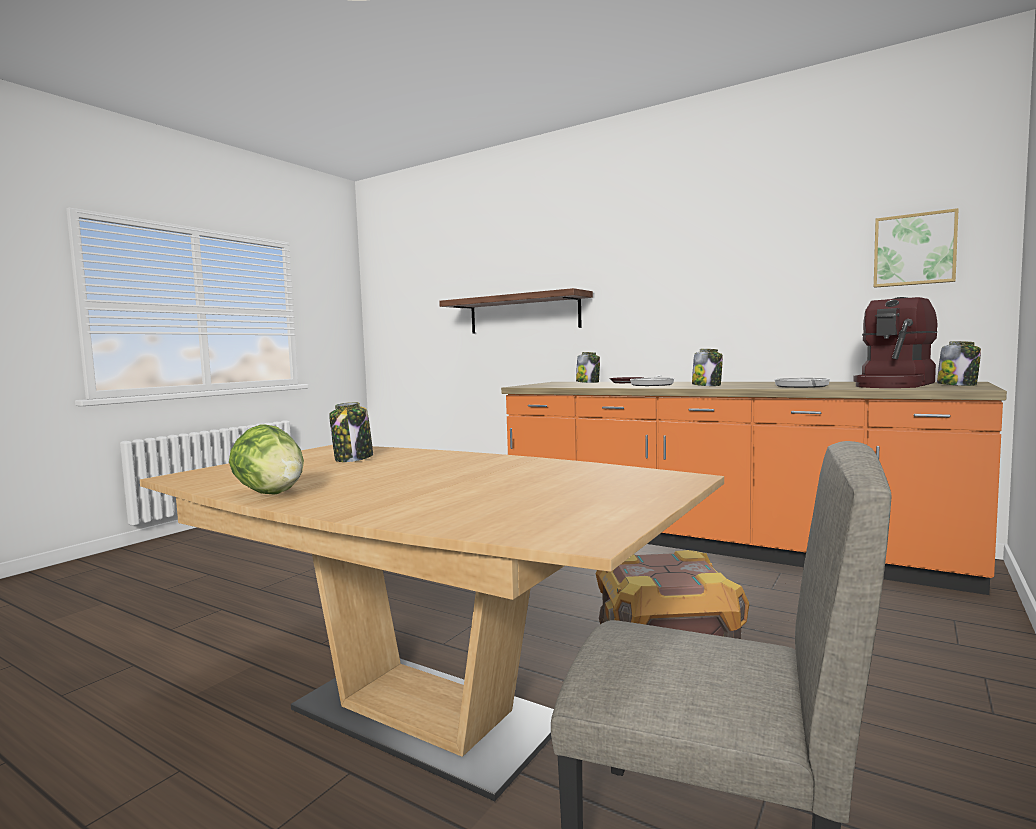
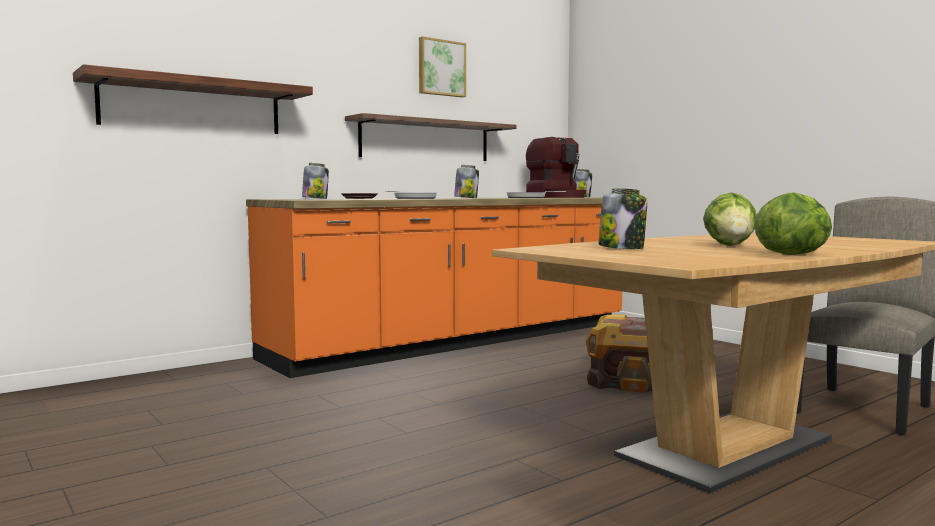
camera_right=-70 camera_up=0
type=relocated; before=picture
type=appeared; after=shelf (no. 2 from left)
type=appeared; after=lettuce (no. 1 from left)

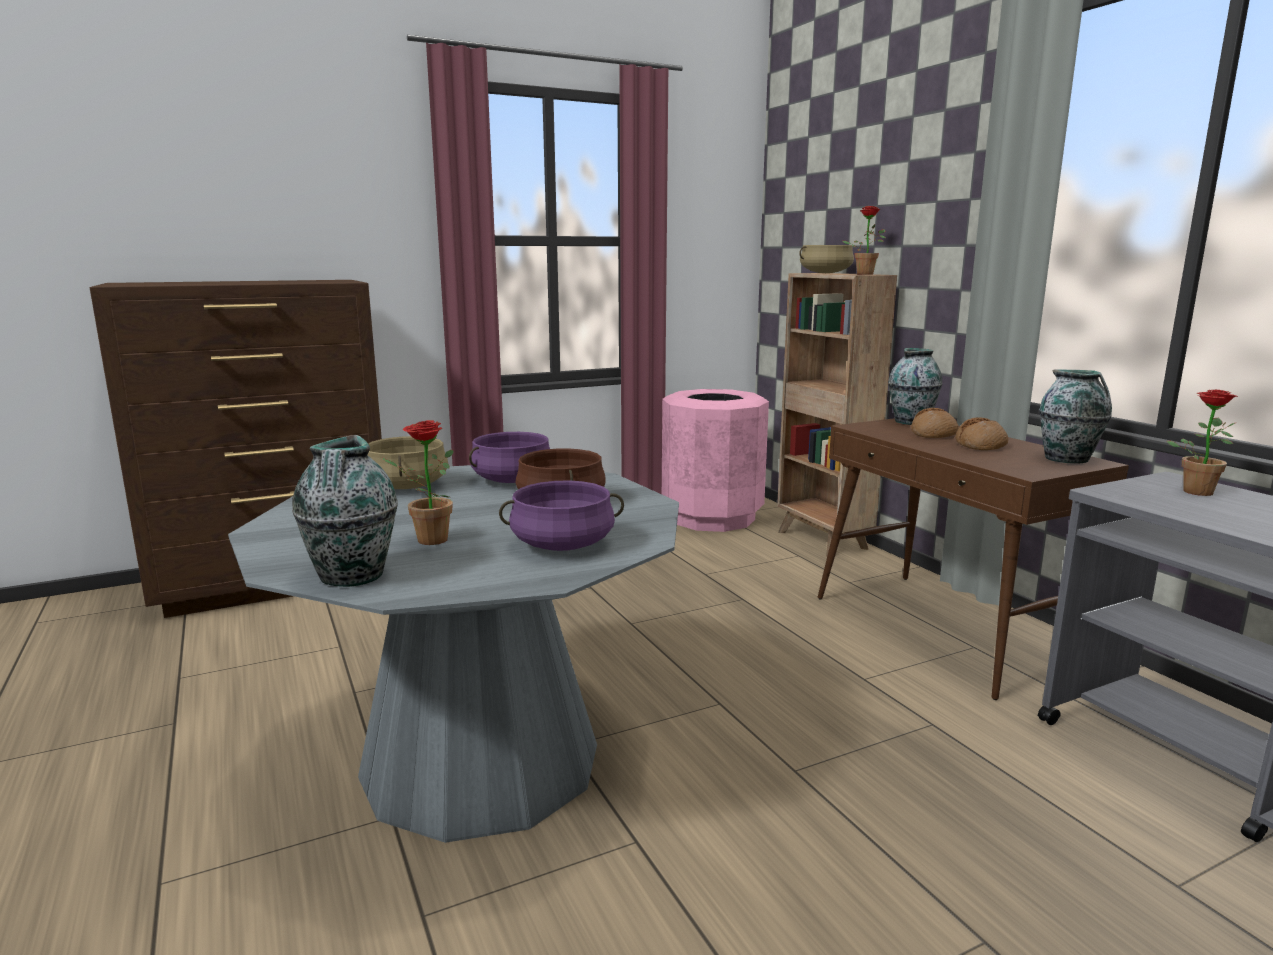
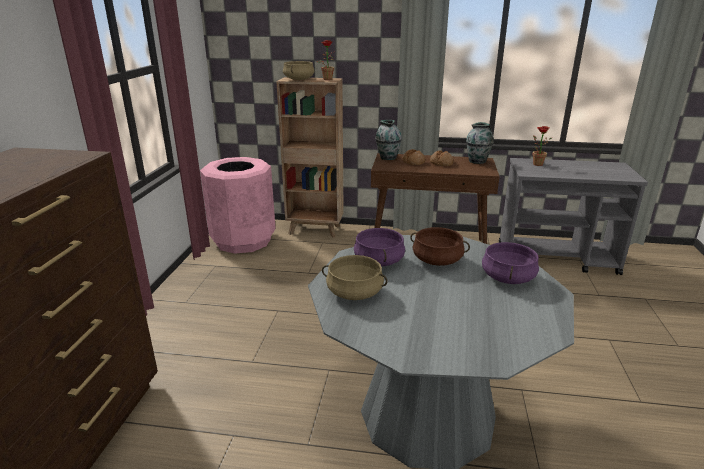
camera_right=-55 camera_up=10
type=missing; before=vase (no. 1 from left)
type=missing; before=potted_plant (no. 1 from left)

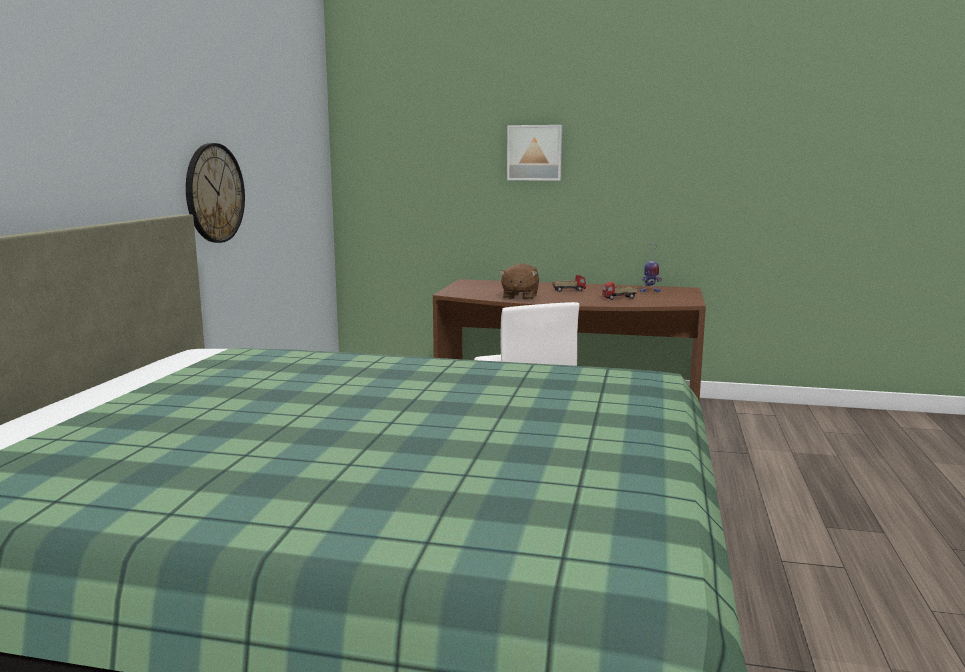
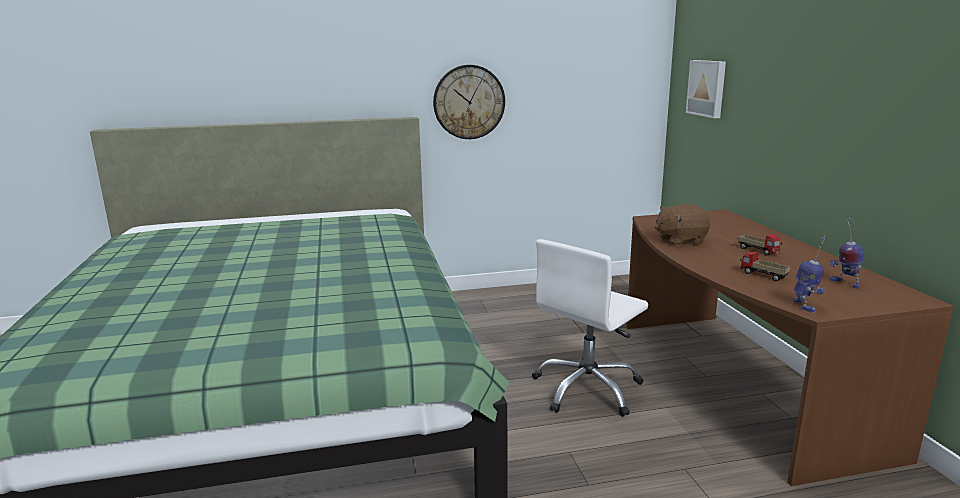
camera_right=65 camera_up=5
type=relocated; before=picture
type=appeared; after=toy_robot (no. 1 from left)

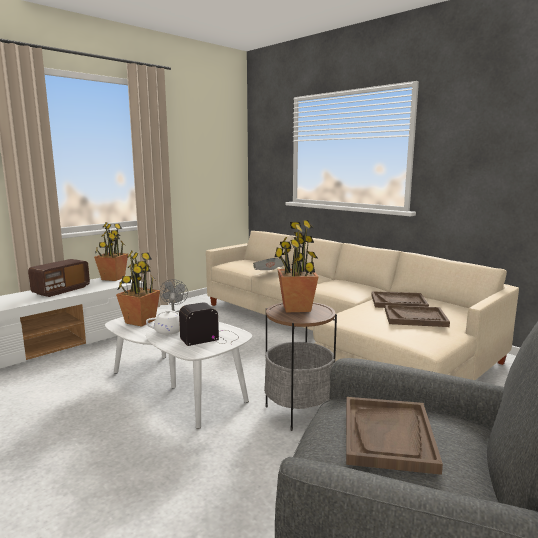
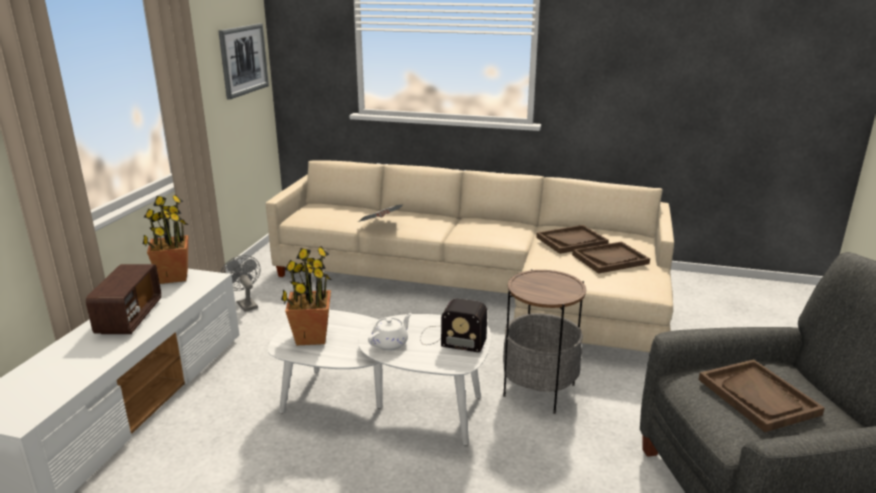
camera_right=-30 camera_up=10
type=spun; before=radio (no. 2 from left); turn=-105
type=missing; before=potted_plant (no. 3 from left)
type=appeared; after=picture

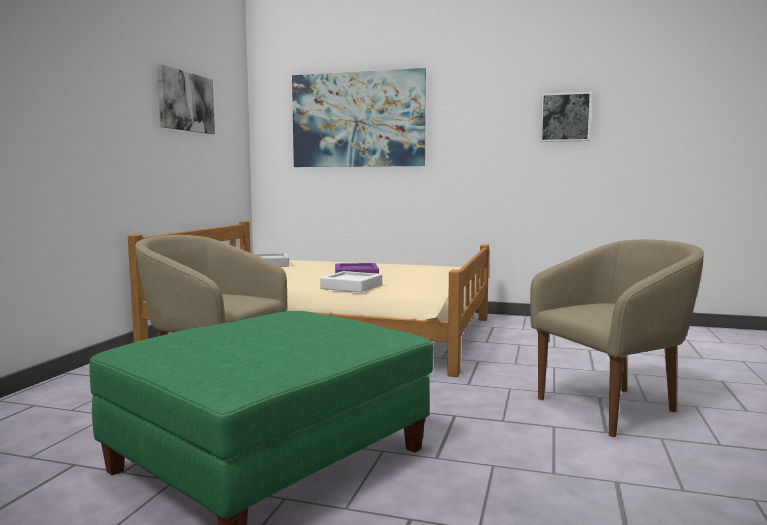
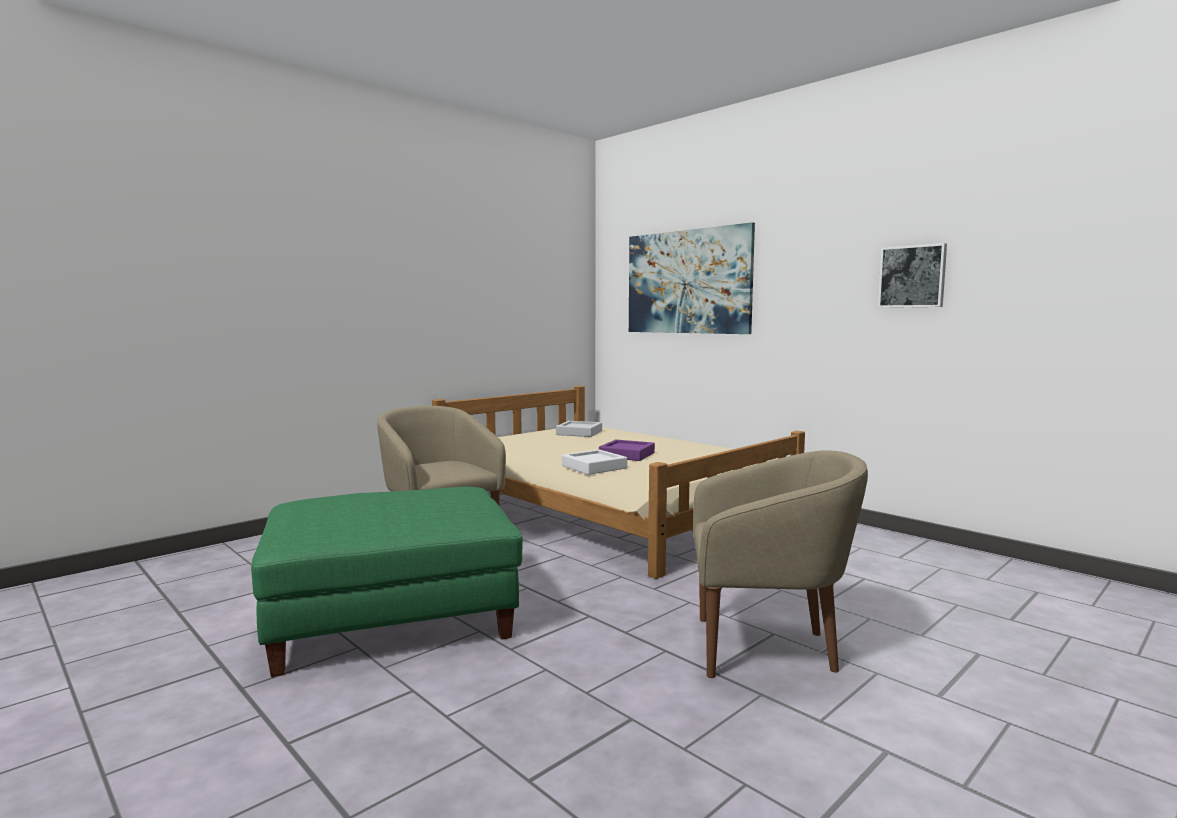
camera_right=30 camera_up=0
type=missing; before=picture (no. 1 from left)

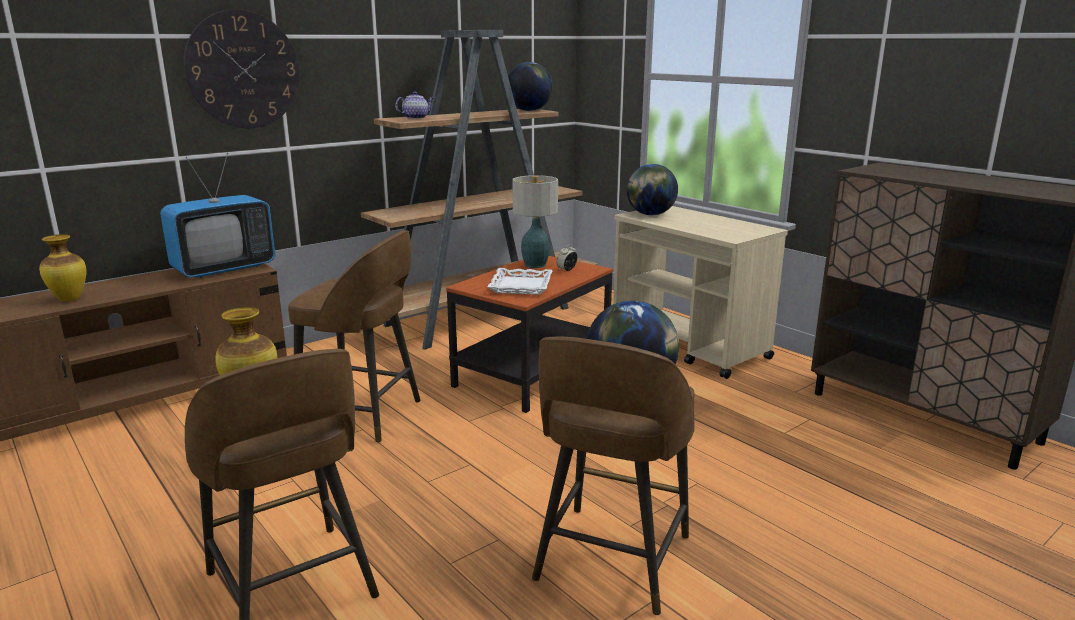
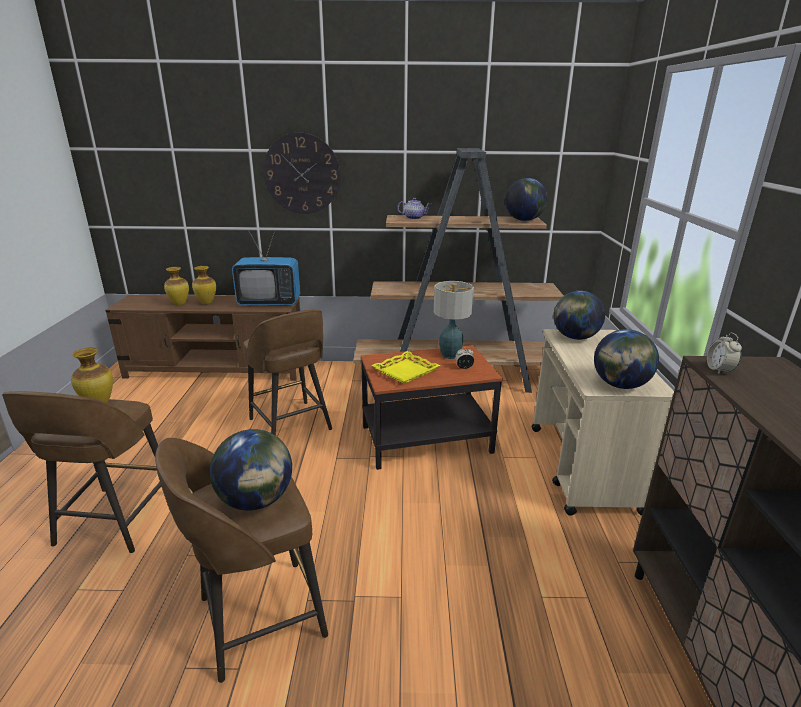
camera_right=40 camera_up=5
type=colour; before=white_tray; after=yellow_tray
type=appeared; after=vase (no. 3 from left)
type=appeared; after=globe (no. 4 from left)
type=appeared; after=alarm_clock (no. 2 from left)

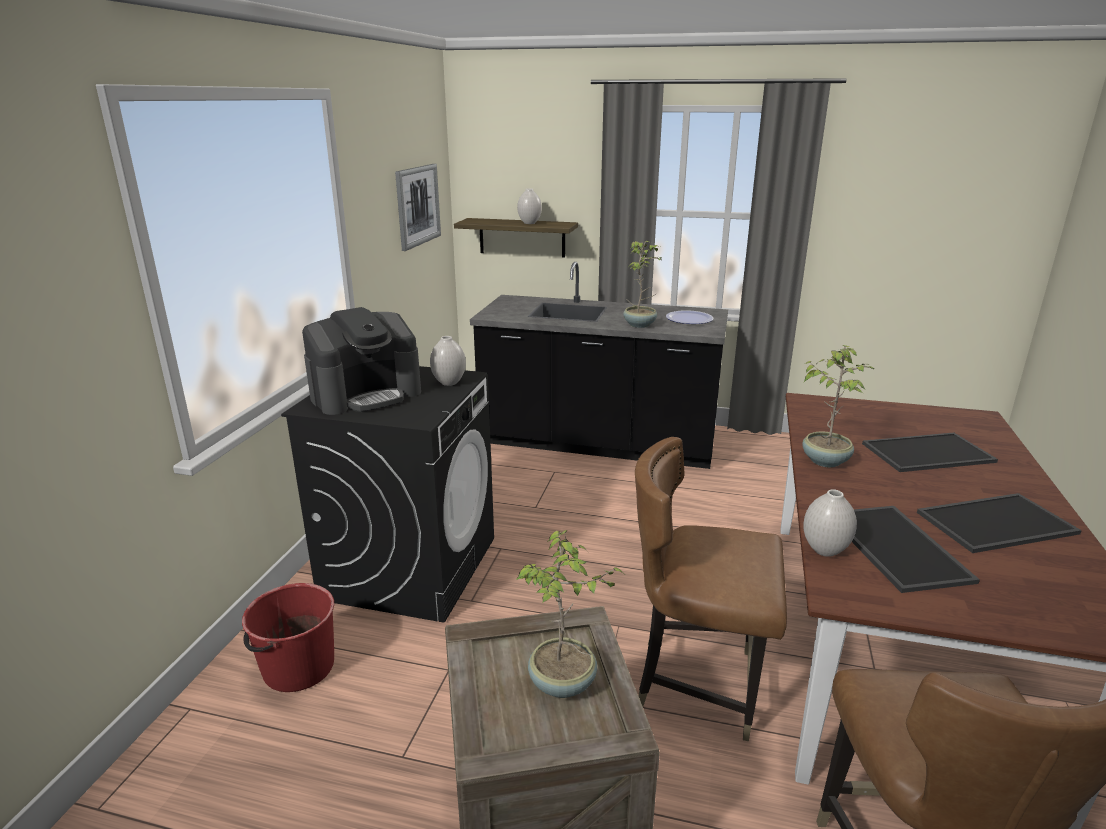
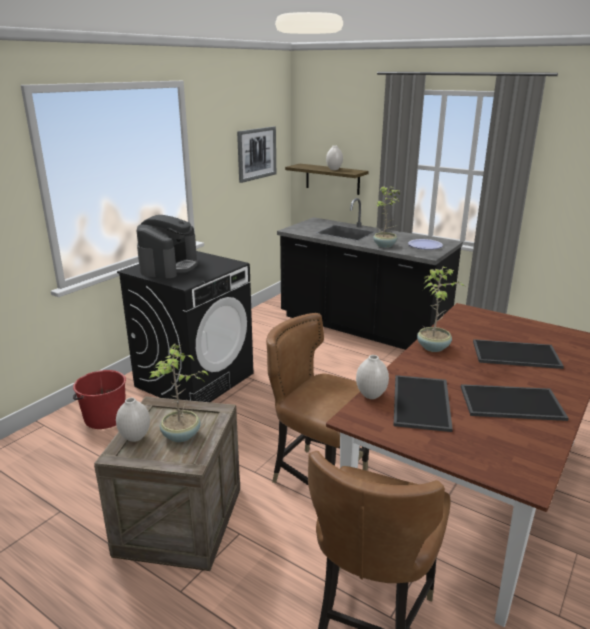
camera_right=20 camera_up=0
type=spun; before=coffee_machine; turn=-60
type=relocated; before=white_vase (no. 1 from left)

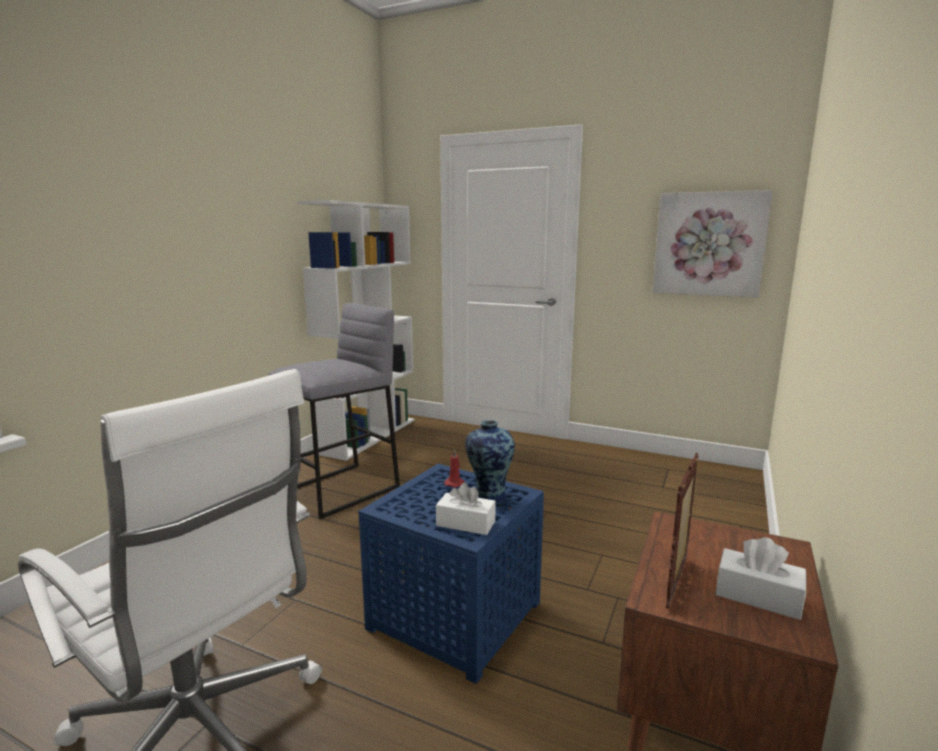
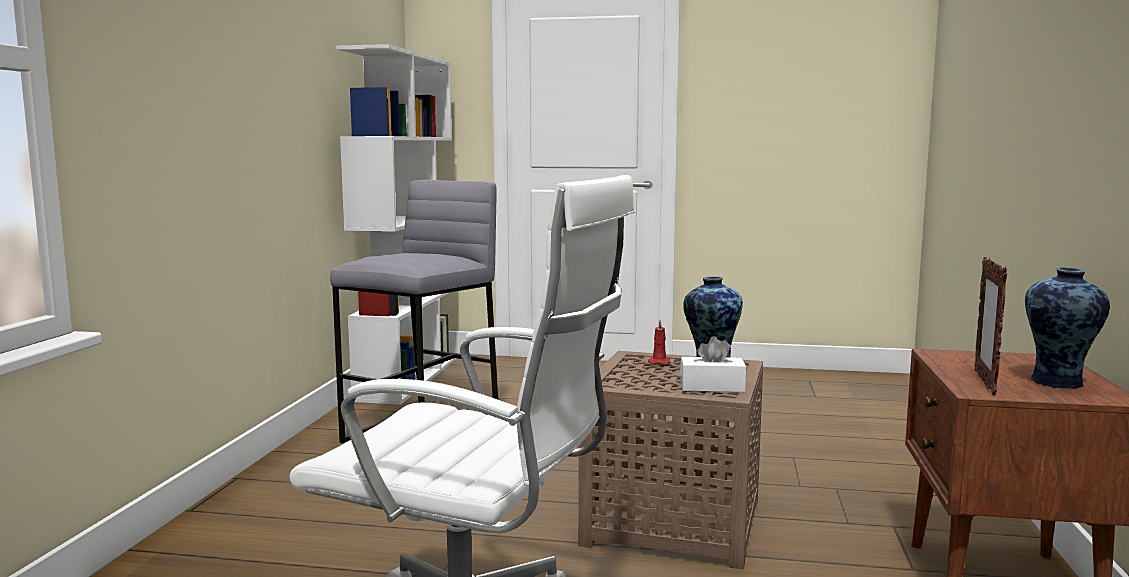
camera_right=-15 camera_up=-5
type=colour; before=blue_side_table; after=brown_side_table
type=missing; before=picture
type=exchanged; before=white_tissue_box (no. 2 from left); after=vase (no. 2 from left)

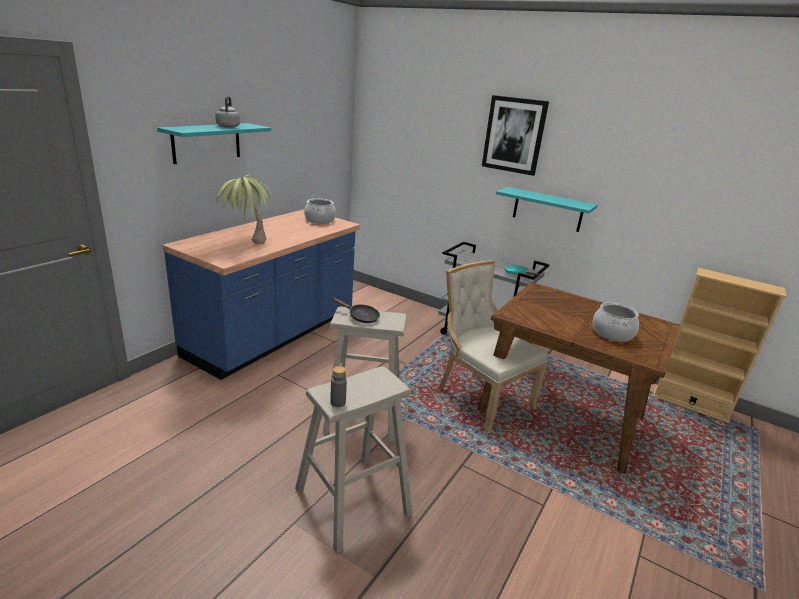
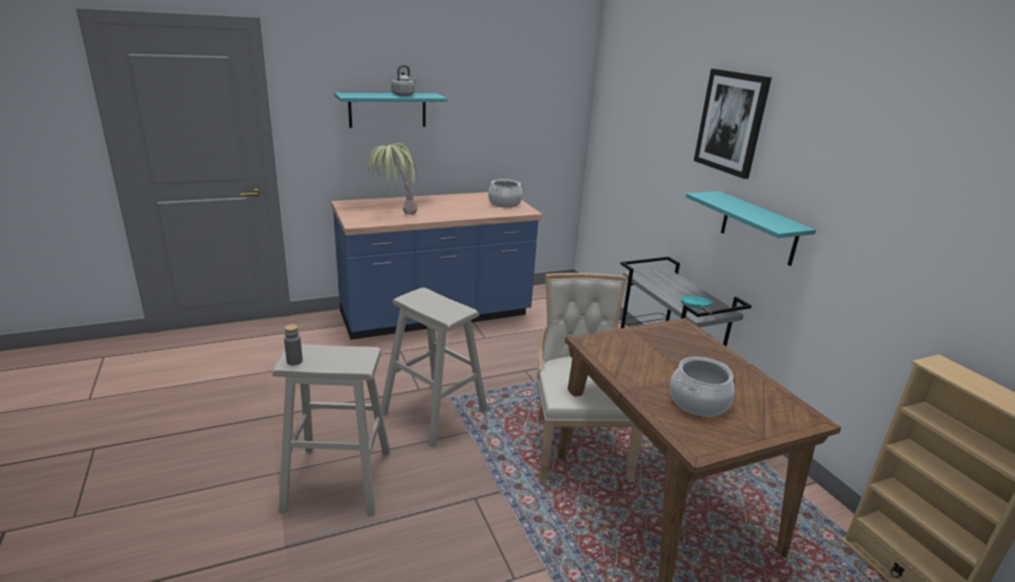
camera_right=35 camera_up=0
type=missing; before=black_frying_pan

